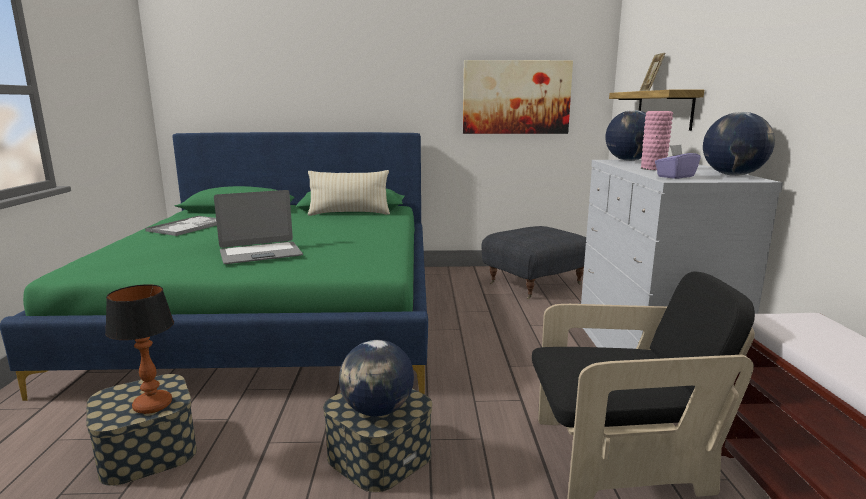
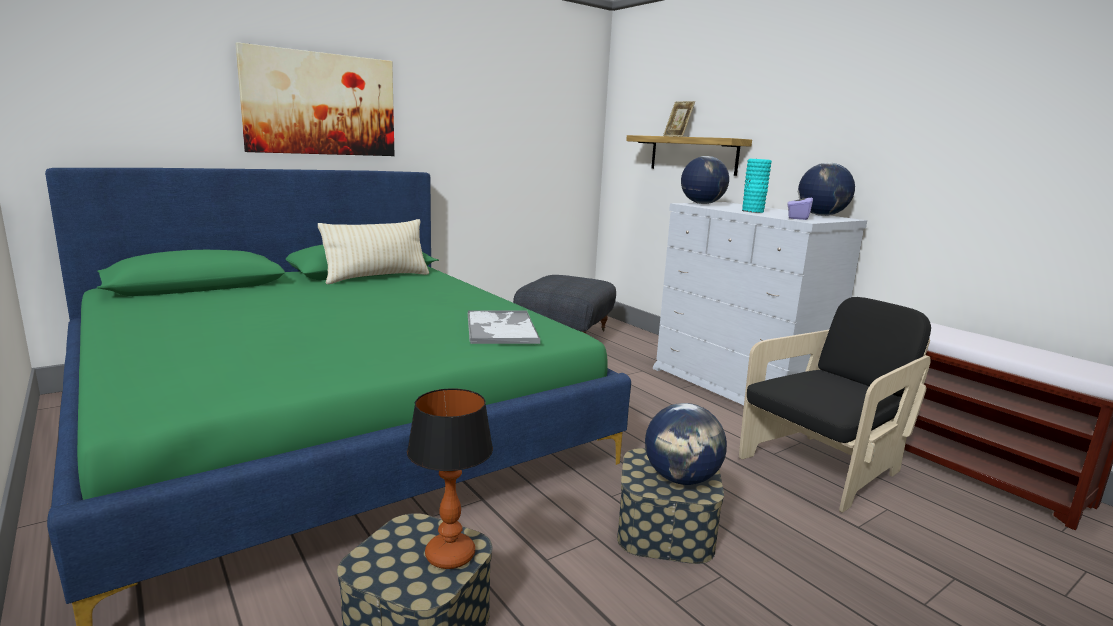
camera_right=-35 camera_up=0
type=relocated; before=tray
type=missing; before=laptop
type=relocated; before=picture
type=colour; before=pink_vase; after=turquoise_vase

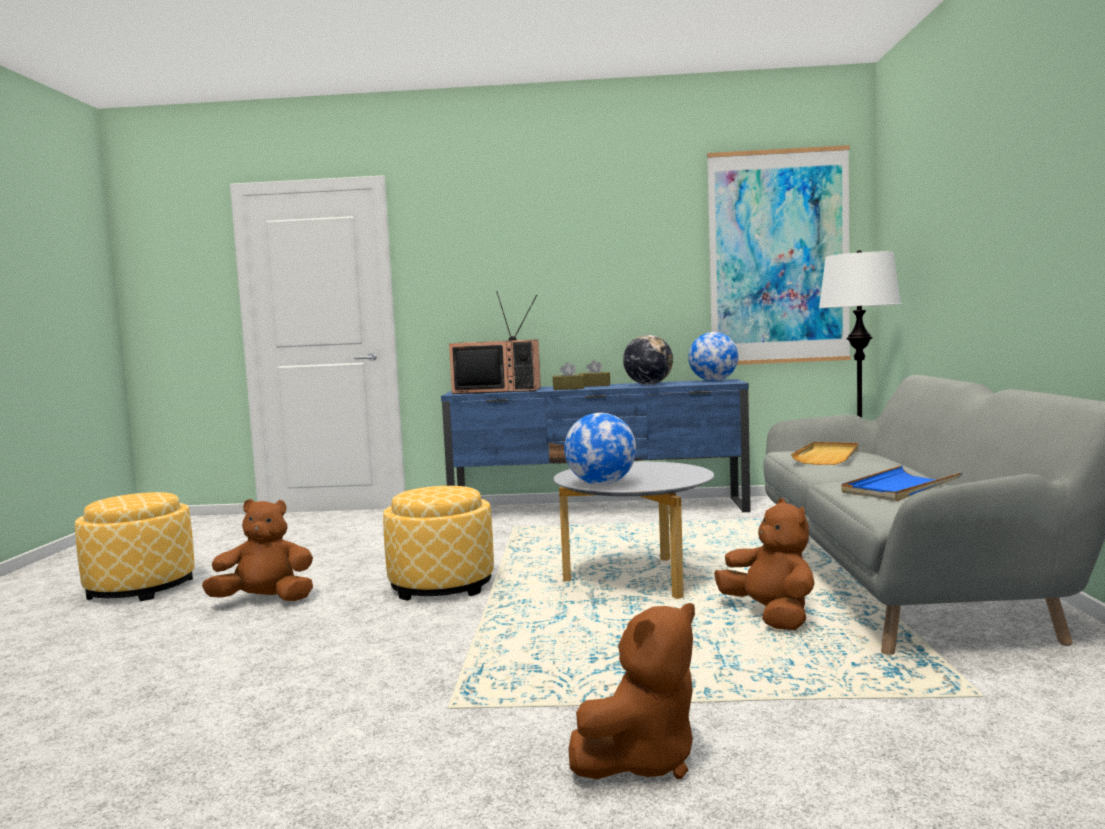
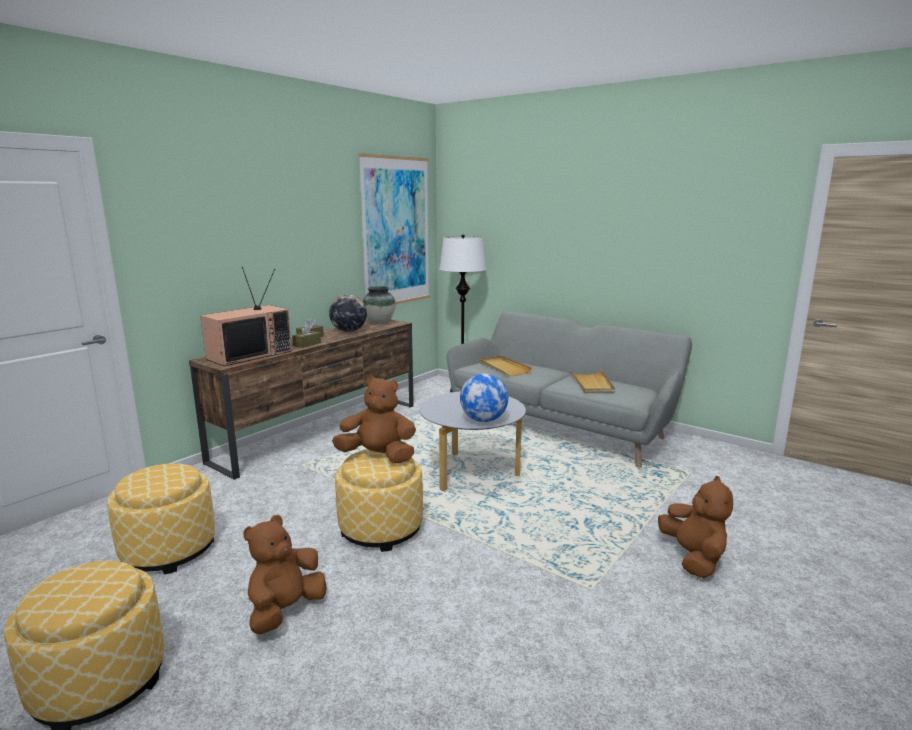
camera_right=-55 camera_up=10
type=colour; before=blue_tv_stand; after=brown_tv_stand
type=exchanged; before=globe (no. 3 from left); after=vase
type=relocated; before=brown_plush_toy (no. 3 from left in the first image); after=brown_plush_toy (no. 2 from left)
type=colour; before=blue_tray; after=beige_tray (no. 2 from left)
type=appeared; after=ottoman (no. 2 from left)

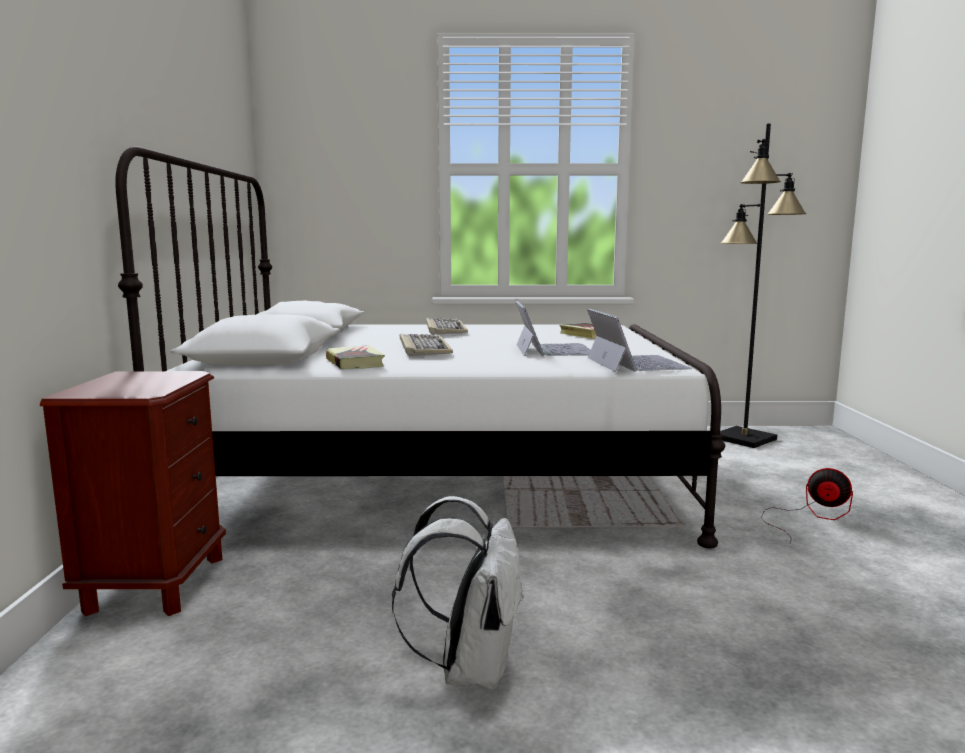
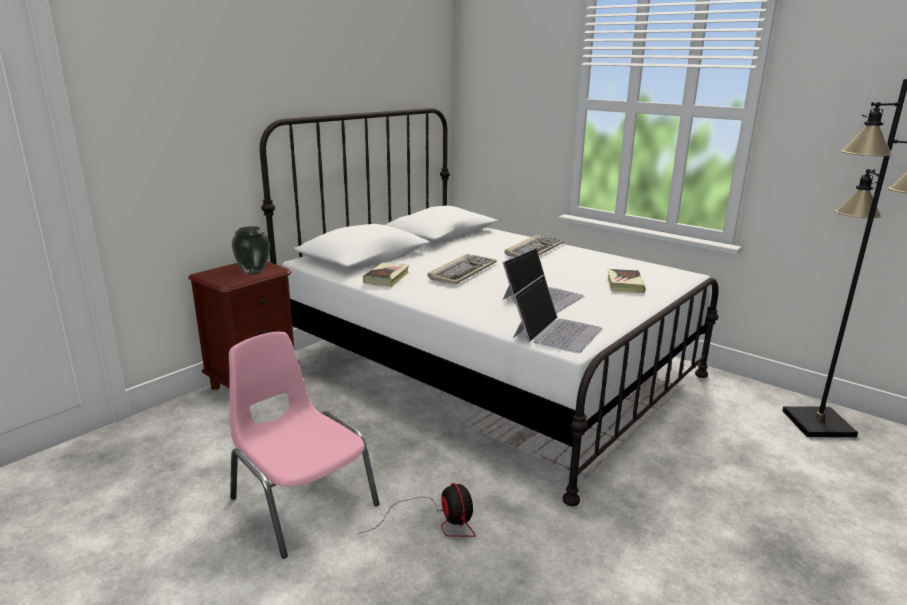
camera_right=40 camera_up=10
type=exchanged; before=white_backpack; after=pink_chair
type=relocated; before=fan
type=appeared; after=vase

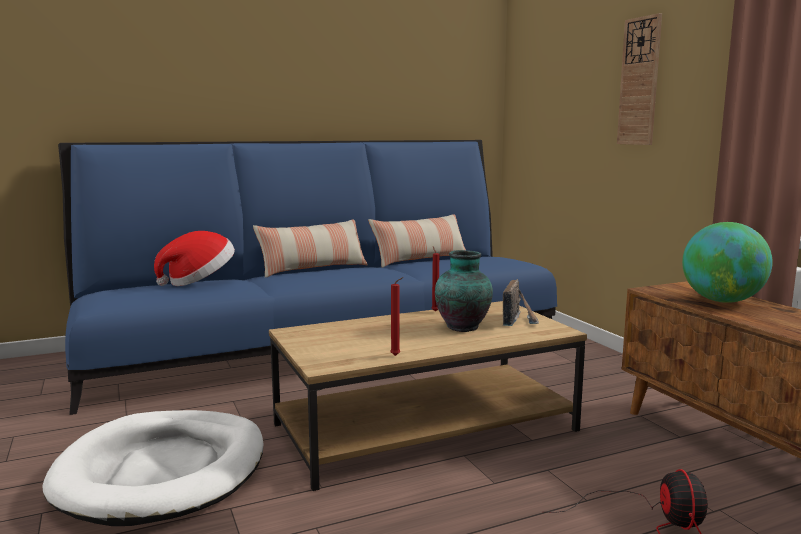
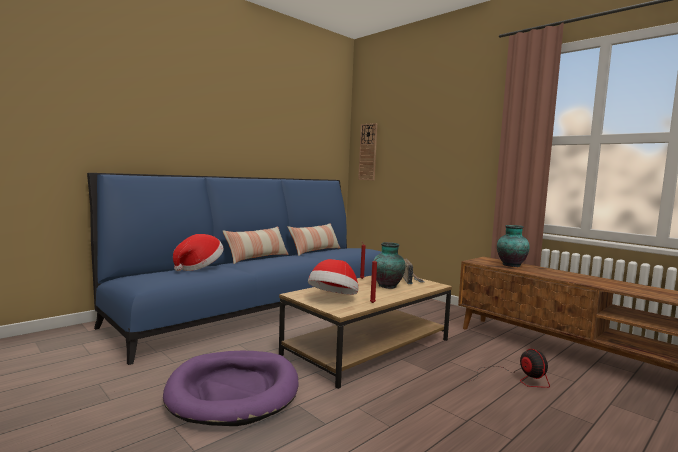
camera_right=-20 camera_up=-5
type=colour; before=white_dog_bed; after=purple_dog_bed
type=relocated; before=wall_clock
type=exchanged; before=globe; after=vase (no. 2 from left)
type=appeared; after=hat (no. 2 from left)

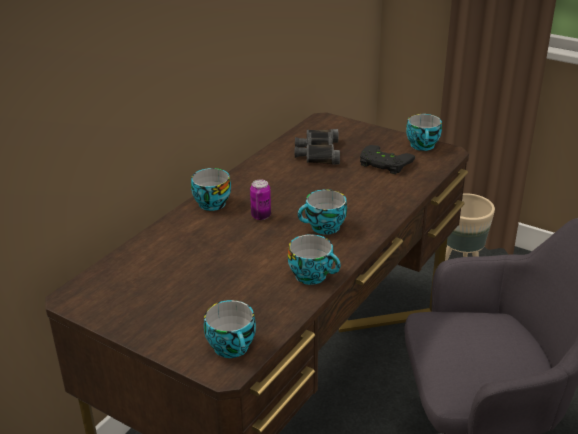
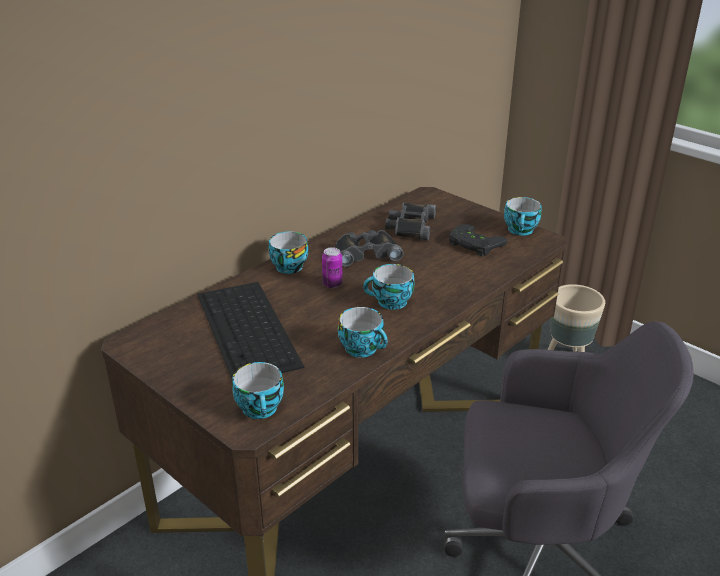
camera_right=10 camera_up=0
type=appeared; after=keyboard
type=appeared; after=black_binoculars (no. 1 from left)

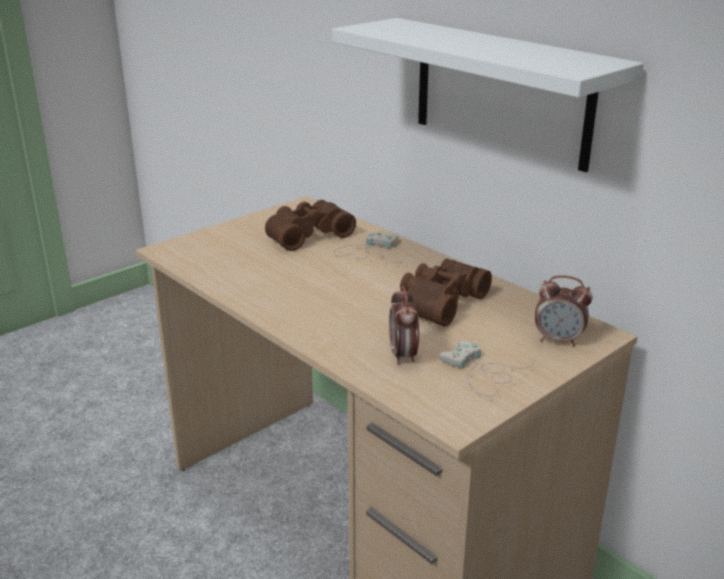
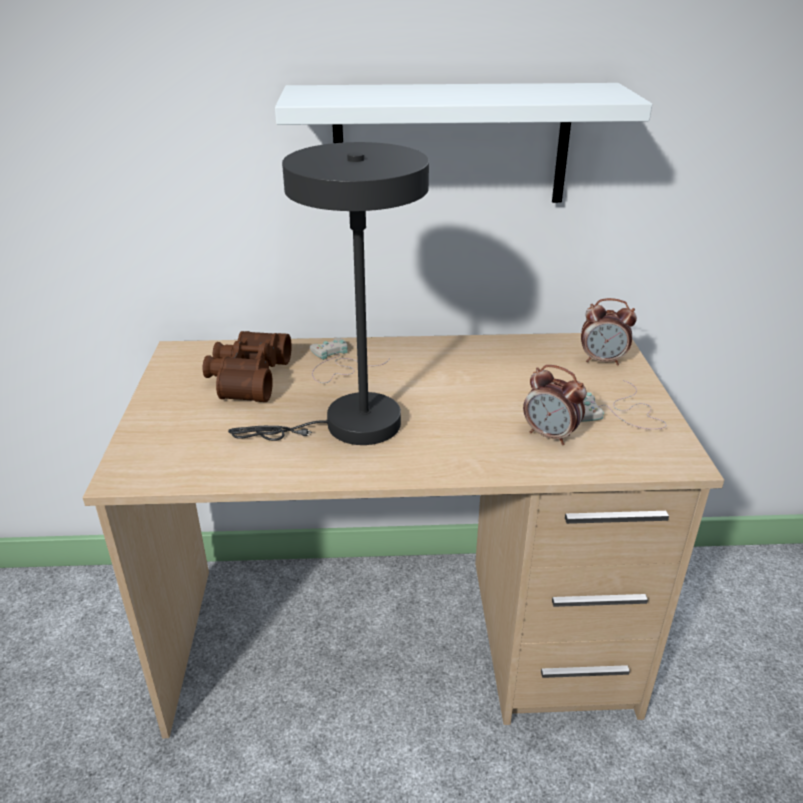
camera_right=-50 camera_up=5
type=missing; before=brown_binoculars (no. 2 from left)
type=spun; before=alarm_clock (no. 2 from left); turn=45
type=appeared; after=grey_table_lamp

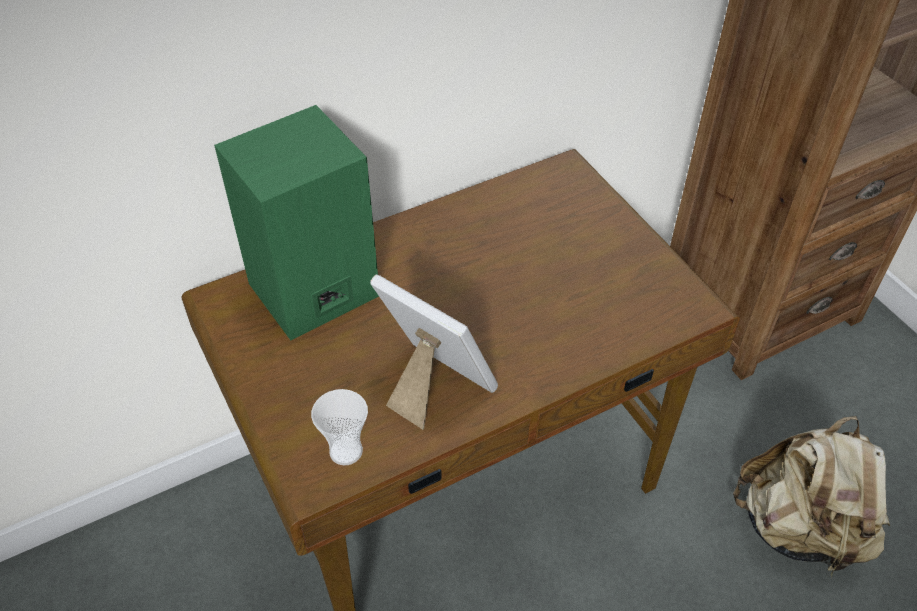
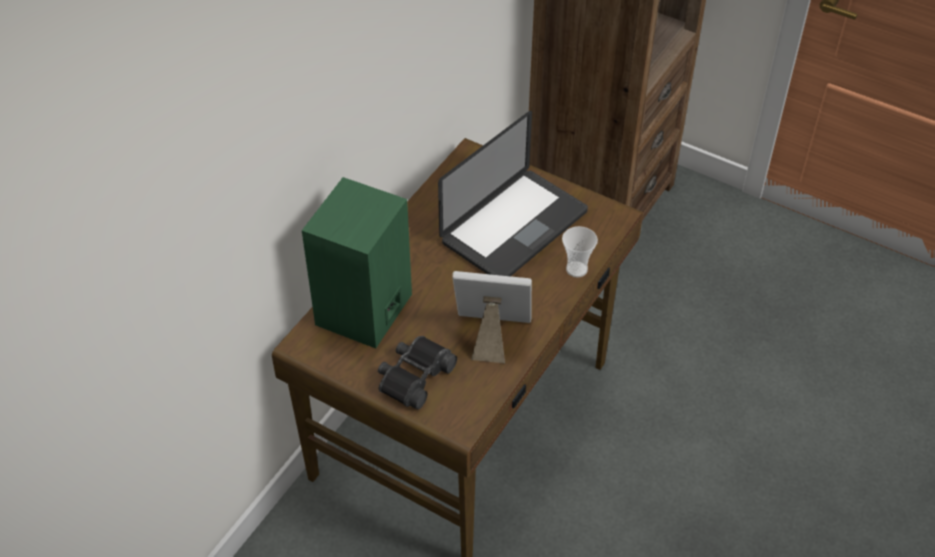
camera_right=-30 camera_up=0
type=relocated; before=cup
type=missing; before=beige_backpack
type=appeared; after=black_binoculars
type=appeared; after=laptop

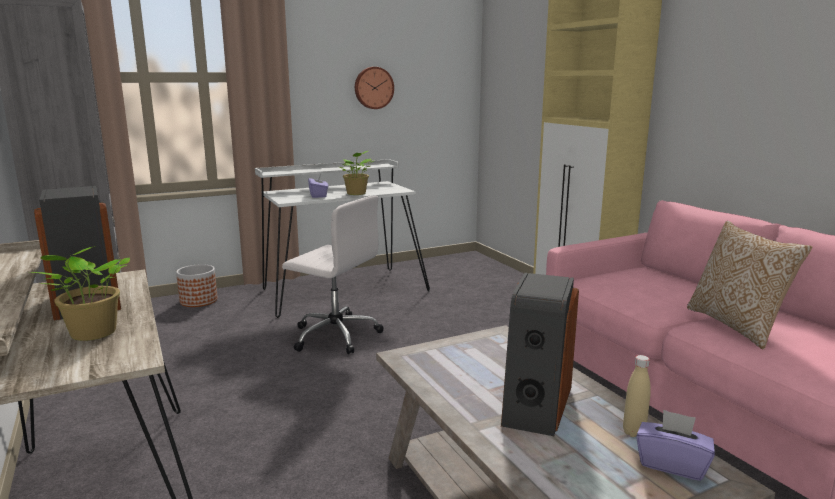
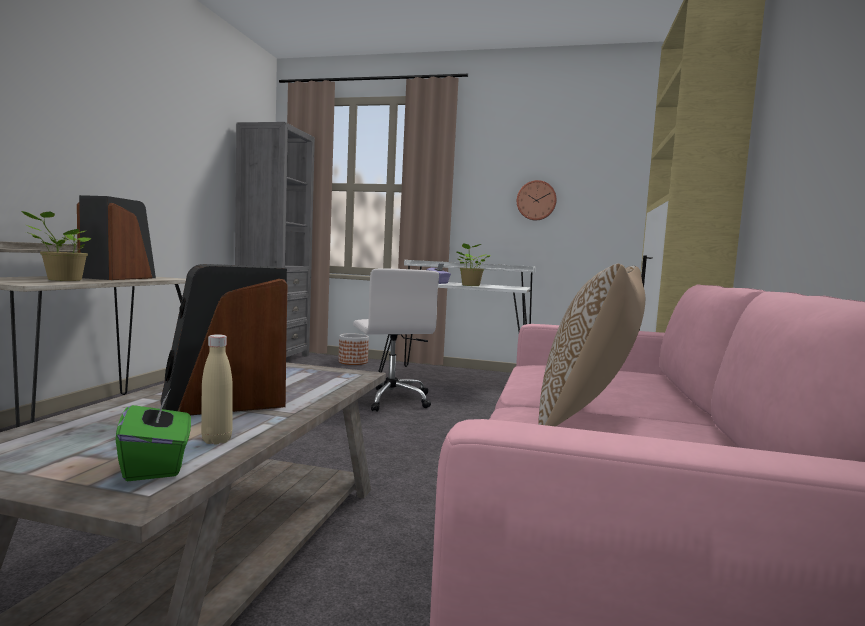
camera_right=40 camera_up=-10
type=colour; before=purple_tissue_box (no. 2 from left); after=green_tissue_box

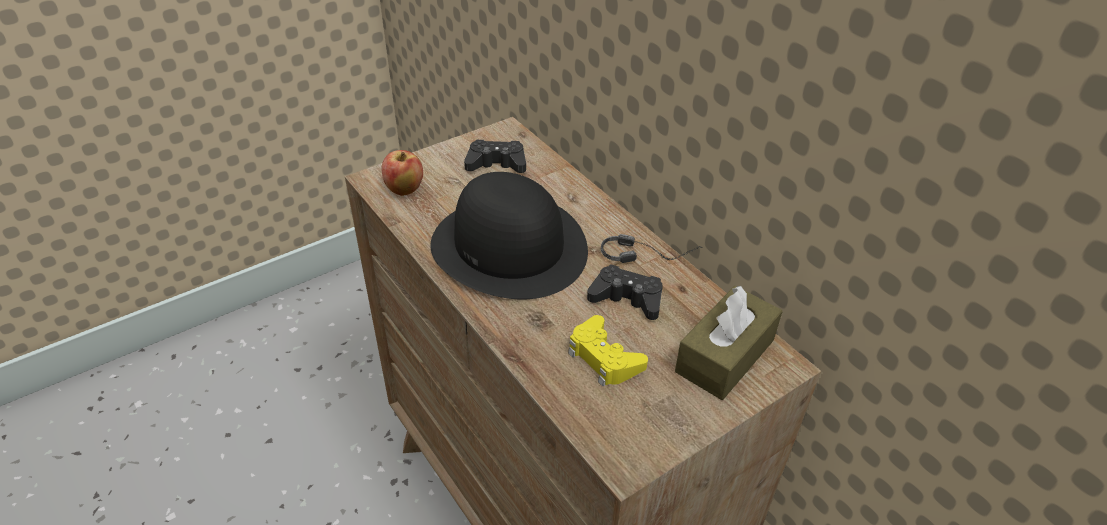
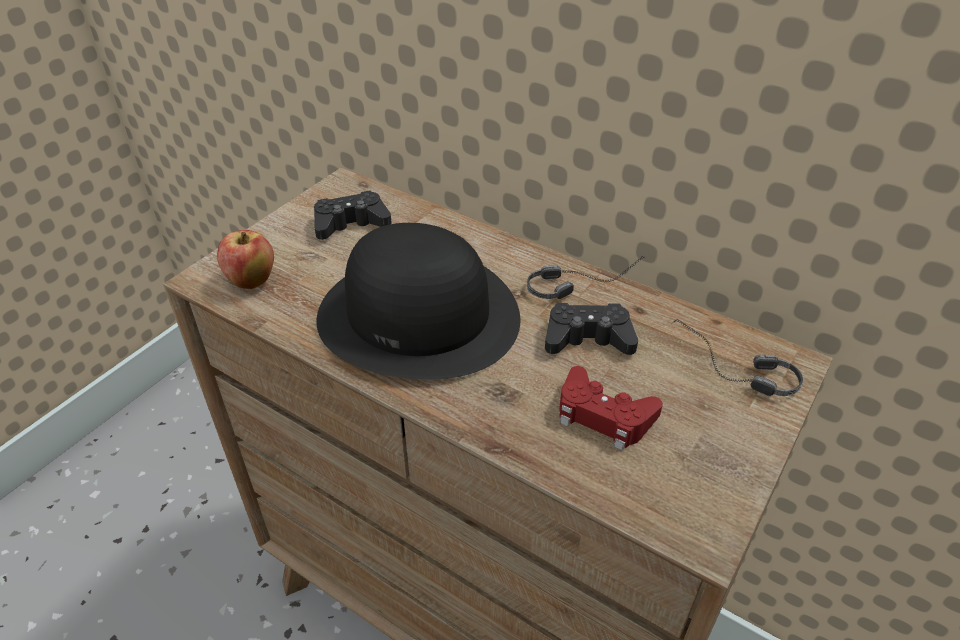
camera_right=-20 camera_up=0
type=colour; before=yellow_game_controller; after=red_game_controller
type=exchanged; before=brown_tissue_box; after=headphones (no. 2 from left)

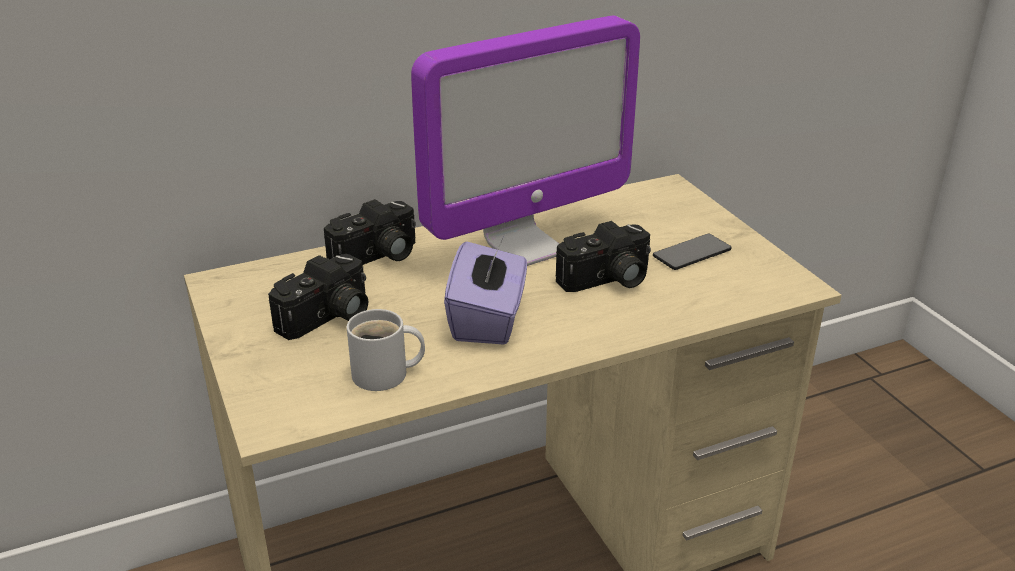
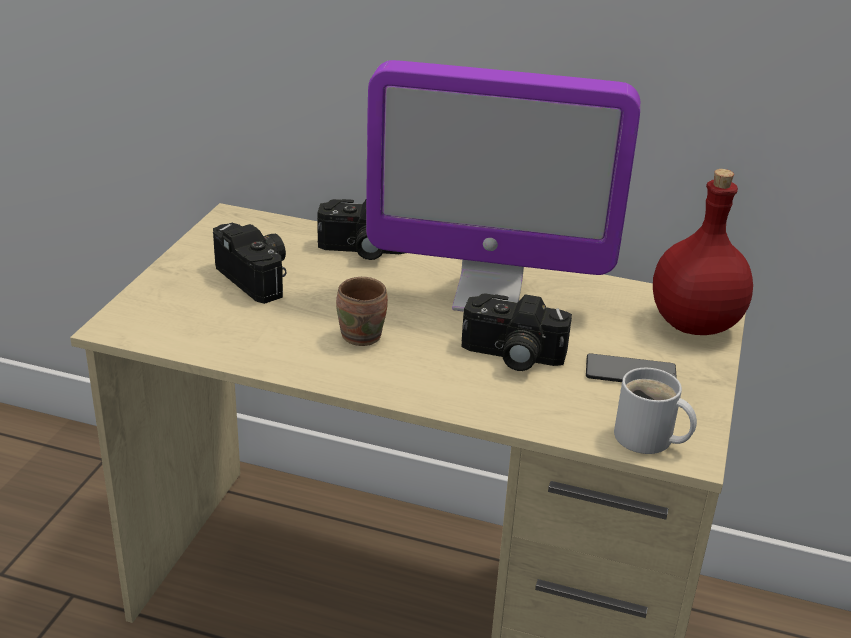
camera_right=40 camera_up=0
type=spun; before=photo_camera (no. 1 from left); turn=-120
type=relocated; before=white_mug
type=exchanged; before=purple_tissue_box; after=brown_mug
type=appeared; after=red_bottle

